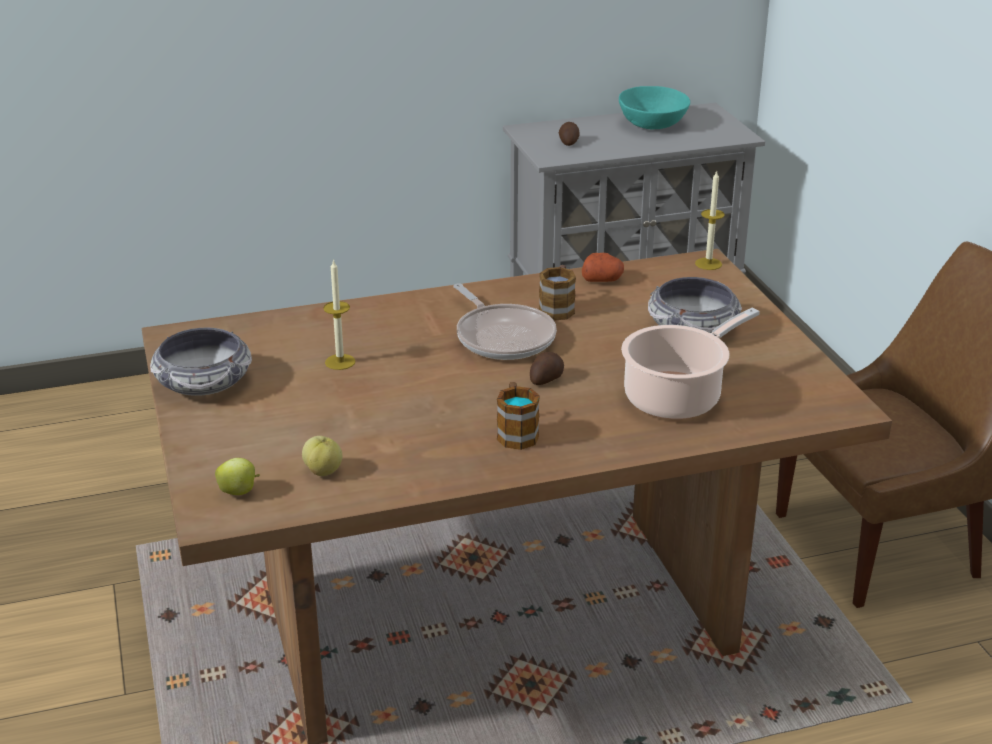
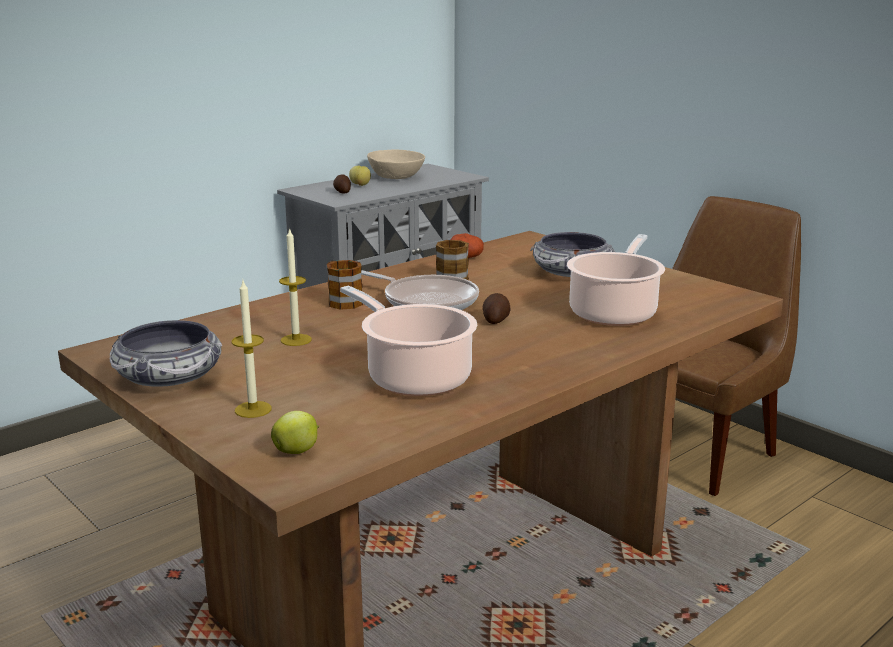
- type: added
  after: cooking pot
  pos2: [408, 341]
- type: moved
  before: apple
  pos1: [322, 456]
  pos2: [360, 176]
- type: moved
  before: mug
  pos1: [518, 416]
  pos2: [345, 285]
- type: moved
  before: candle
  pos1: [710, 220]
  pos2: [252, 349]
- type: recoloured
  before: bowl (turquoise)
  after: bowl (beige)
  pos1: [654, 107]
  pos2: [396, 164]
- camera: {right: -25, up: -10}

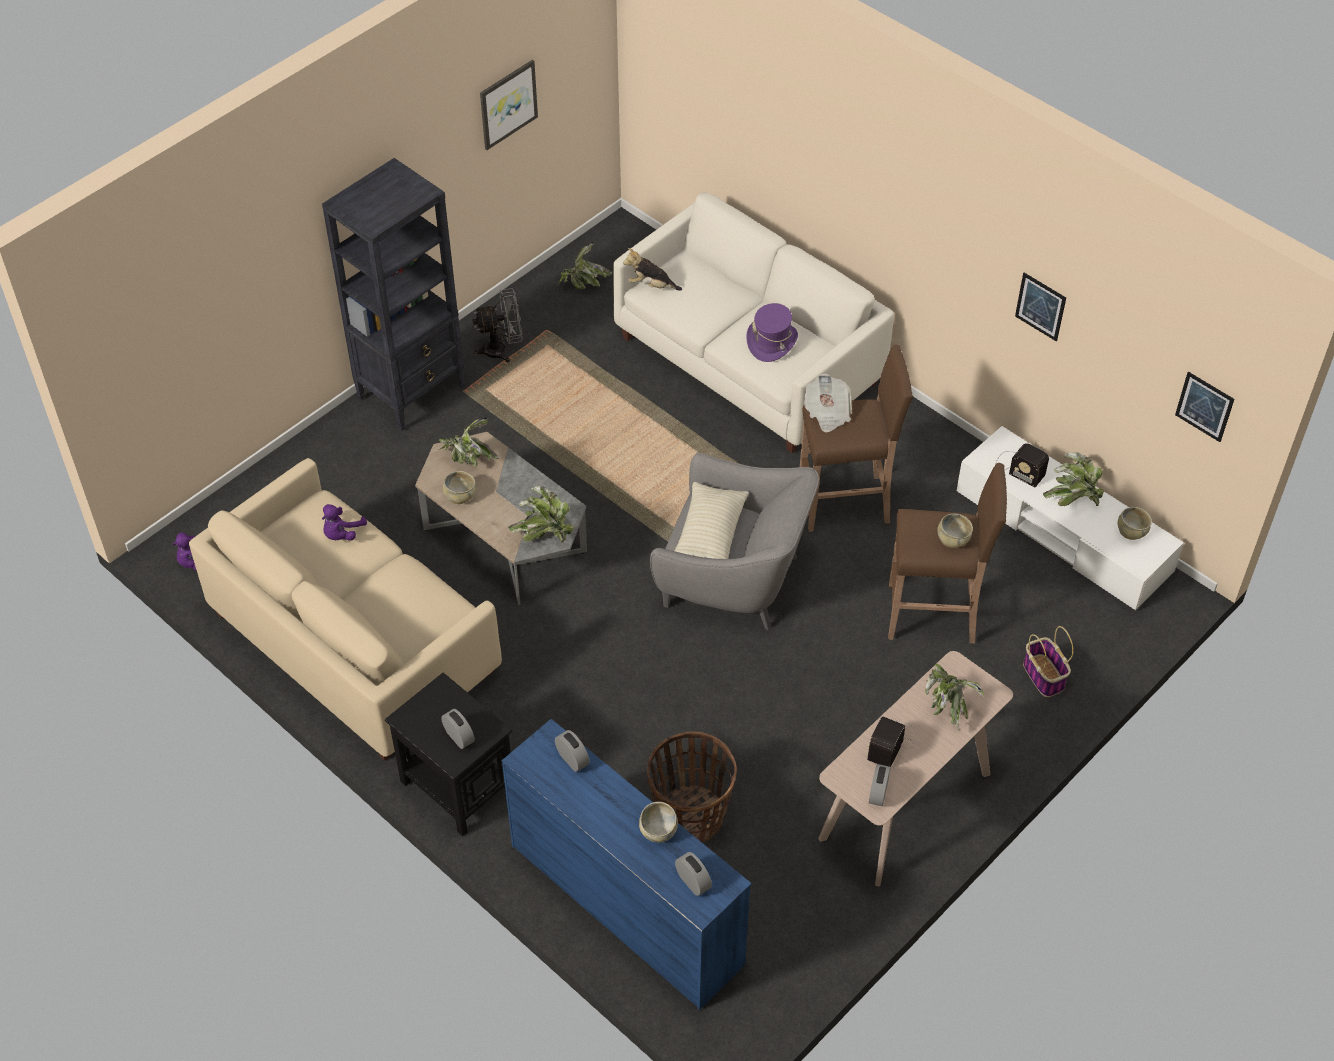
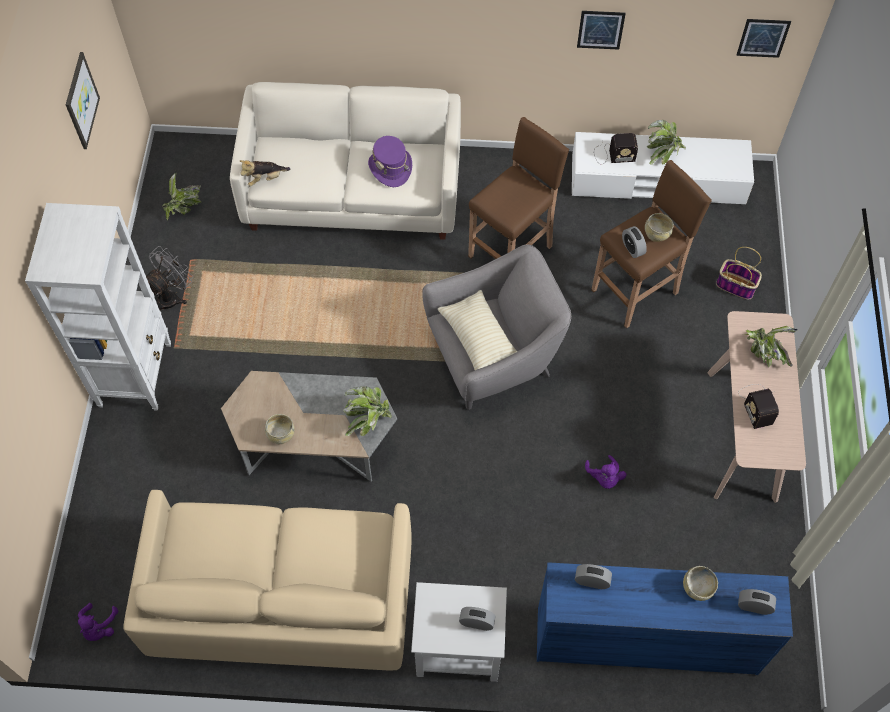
- type: removed
  before: potted plant
  pos1: [469, 442]
- type: removed
  before: basket
  pos1: [692, 787]
- type: removed
  before: newspaper
  pos1: [828, 403]
- type: removed
  before: bowl (beige)
  pos1: [1135, 523]
- type: moved
  before: plush toy (purple)
  pos1: [344, 522]
  pos2: [605, 472]
- type: moved
  before: alarm clock
  pos1: [880, 785]
  pos2: [634, 242]
- type: recoloured
  before: bookcase (black)
  after: bookcase (white)
  pos1: [393, 294]
  pos2: [98, 307]
- type: recoloured
  before: side table (black)
  after: side table (white)
  pos1: [448, 754]
  pos2: [459, 632]
- camera: {right: -40, up: 10}

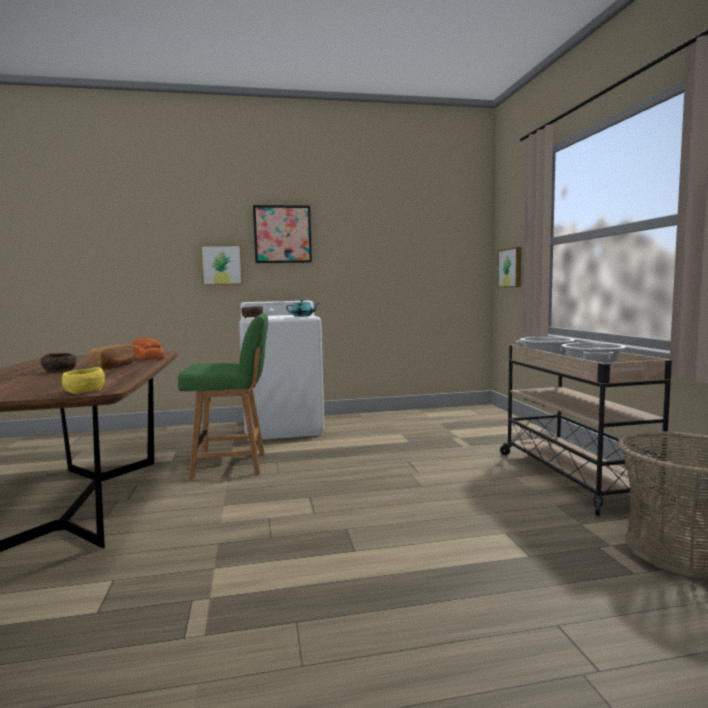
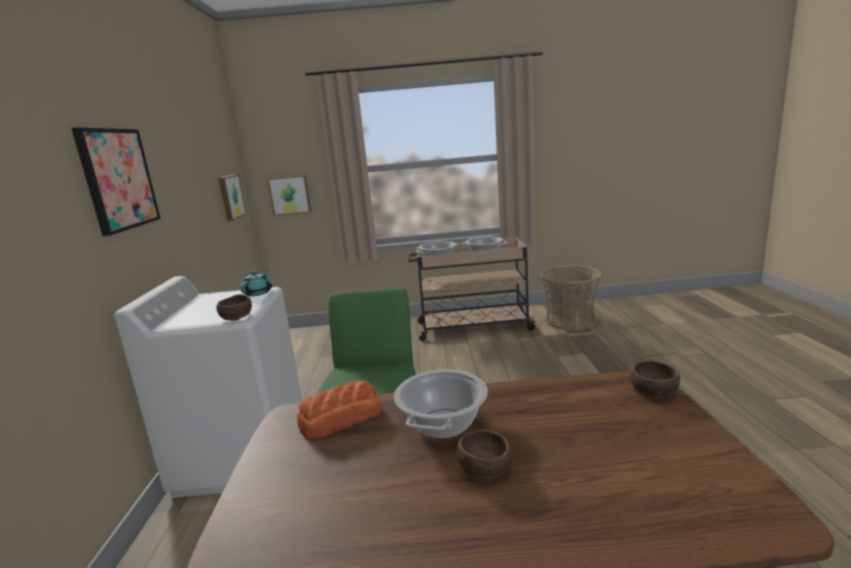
- type: moved
  before: picture
  pos1: [221, 265]
  pos2: [232, 197]
- type: replaced
  before: bread
  after: cooking pot
  pos1: [112, 356]
  pos2: [441, 404]
- type: recoloured
  before: bowl (yellow)
  after: bowl (brown)
  pos1: [83, 380]
  pos2: [655, 379]
- camera: {right: -80, up: 10}

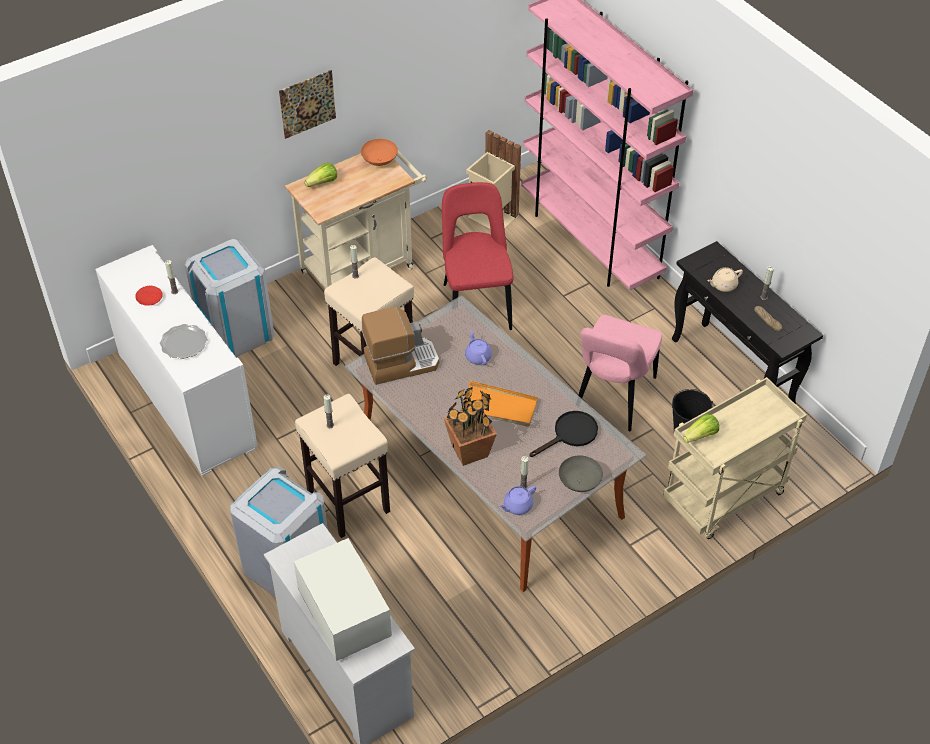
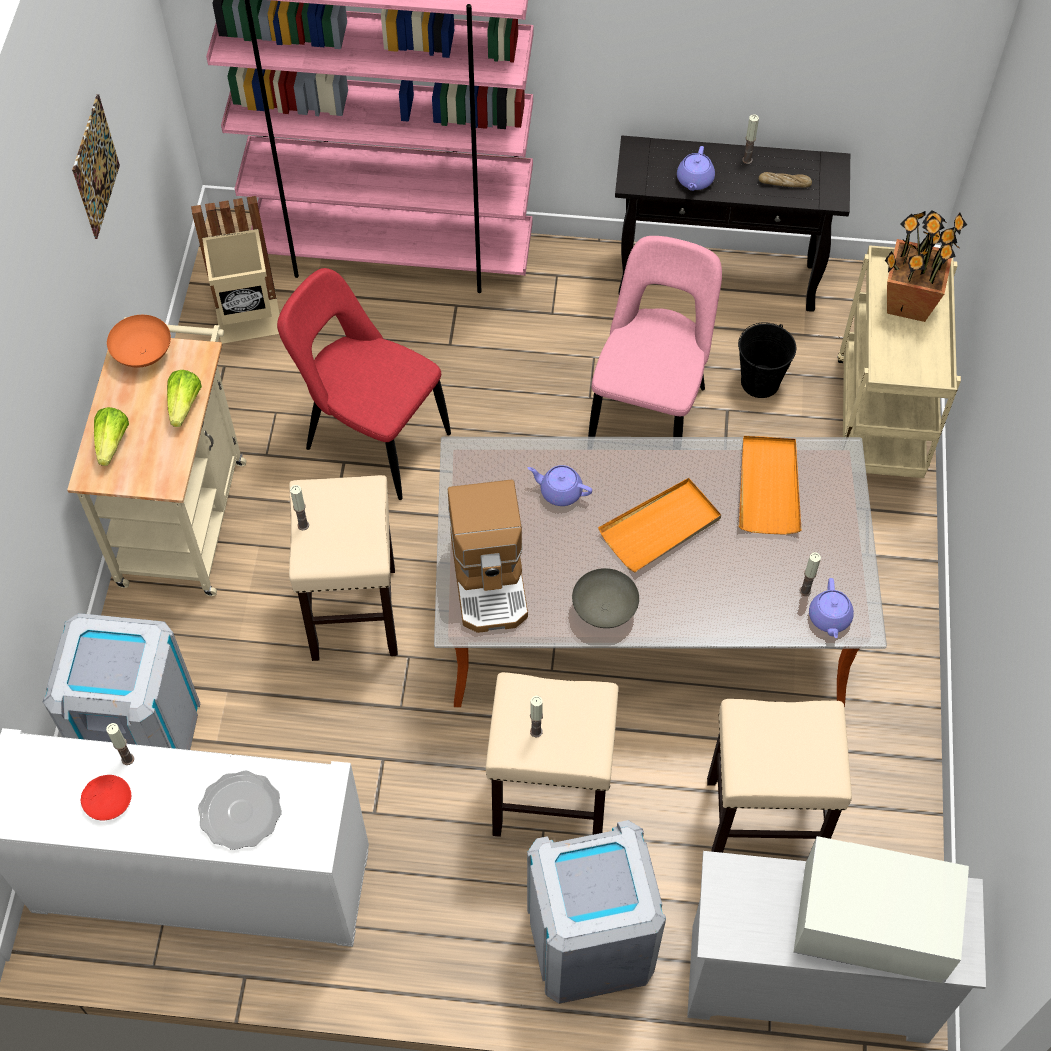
- type: added
  after: stool (beige)
  pos2: [779, 776]
- type: moved
  before: picture
  pos1: [307, 104]
  pos2: [96, 166]
- type: moved
  before: potted plant
  pos1: [470, 426]
  pos2: [926, 266]
- type: moved
  before: bowl (grey)
  pos1: [581, 473]
  pos2: [605, 598]
- type: moved
  before: lettuce
  pos1: [701, 428]
  pos2: [184, 398]
- type: replaced
  before: frying pan (black)
  after: tray (orange)
  pos1: [564, 434]
  pos2: [770, 485]
- type: recoloured
  before: teapot (beige)
  after: teapot (purple)
  pos1: [725, 279]
  pos2: [696, 168]
- type: turned
  before: coffee machine
  pos1: [400, 346]
  pos2: [488, 556]
  turn: 150
- type: turned
  before: chair (pink)
  pos1: [620, 373]
  pos2: [655, 336]
  turn: -135
- camera: {right: -50, up: 10}

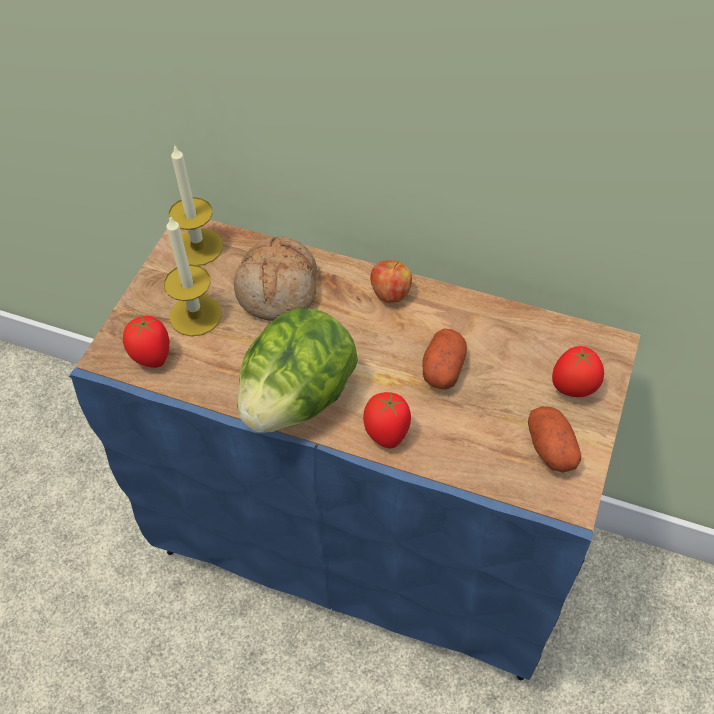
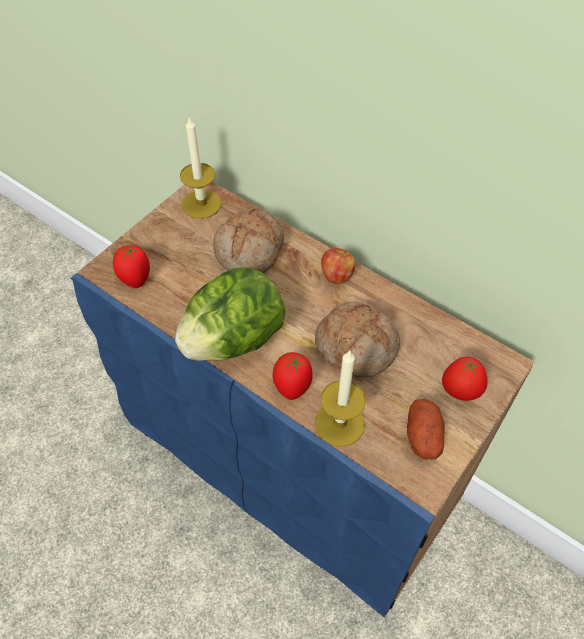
- type: moved
  before: candle
  pos1: [193, 276]
  pos2: [340, 398]
- type: replaced
  before: potato
  after: bread
  pos1: [445, 359]
  pos2: [357, 340]
- camera: {right: 15, up: 0}

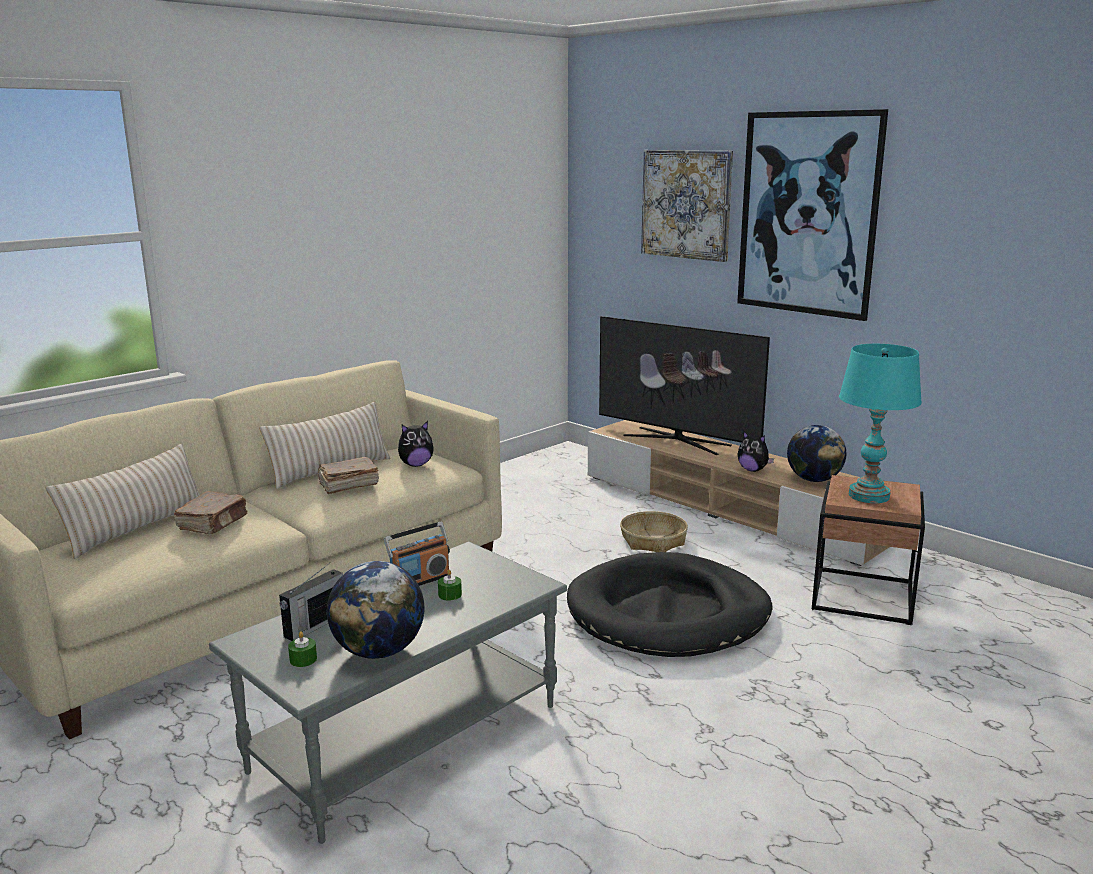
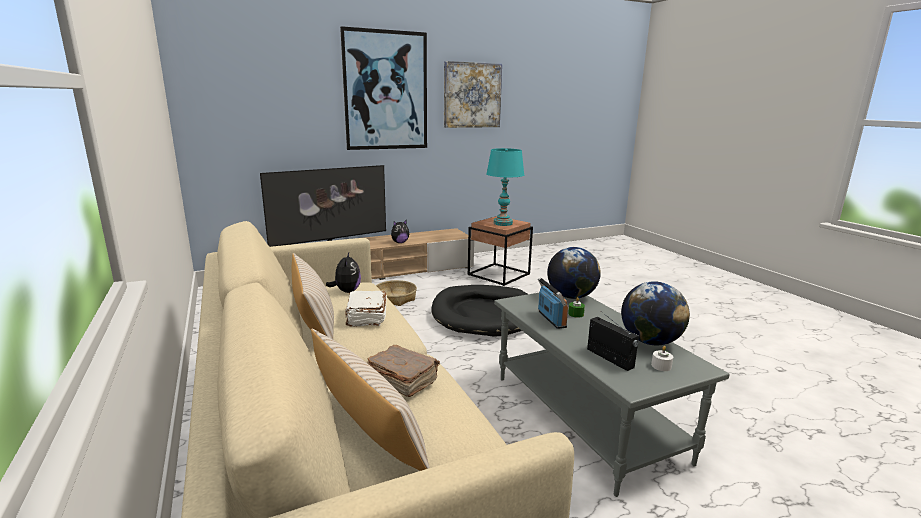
- type: moved
  before: picture
  pos1: [687, 206]
  pos2: [473, 94]
- type: moved
  before: globe
  pos1: [816, 453]
  pos2: [574, 273]
- type: recoloured
  before: candle (green)
  after: candle (white)
  pos1: [302, 649]
  pos2: [662, 358]
- type: recoloured
  before: book (brown)
  after: book (white)
  pos1: [348, 475]
  pos2: [366, 309]
- camera: {right: -70, up: 0}

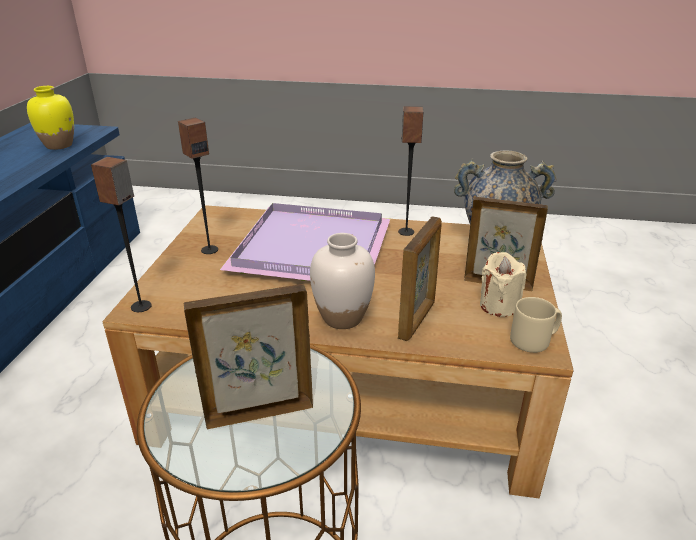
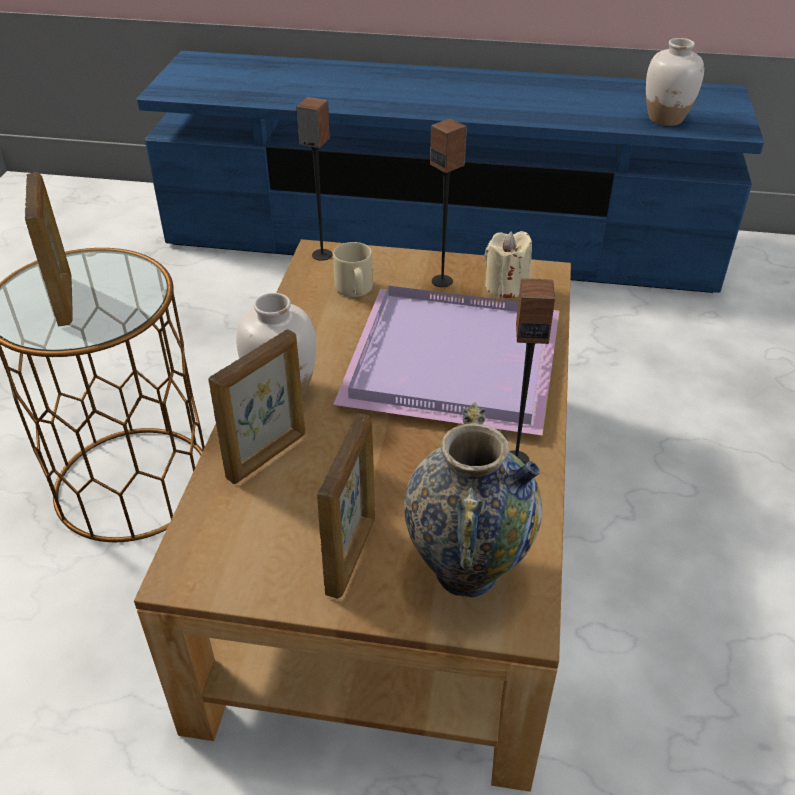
- type: moved
  before: candle (beige)
  pos1: [503, 284]
  pos2: [508, 264]
- type: moved
  before: mug (beige)
  pos1: [536, 325]
  pos2: [353, 269]
- type: recoloured
  before: vase (yellow)
  after: vase (white)
  pos1: [50, 118]
  pos2: [675, 82]
- type: turned
  before: picture frame
  pos1: [420, 279]
  pos2: [256, 406]
  turn: -75
- camera: {right: 90, up: 10}

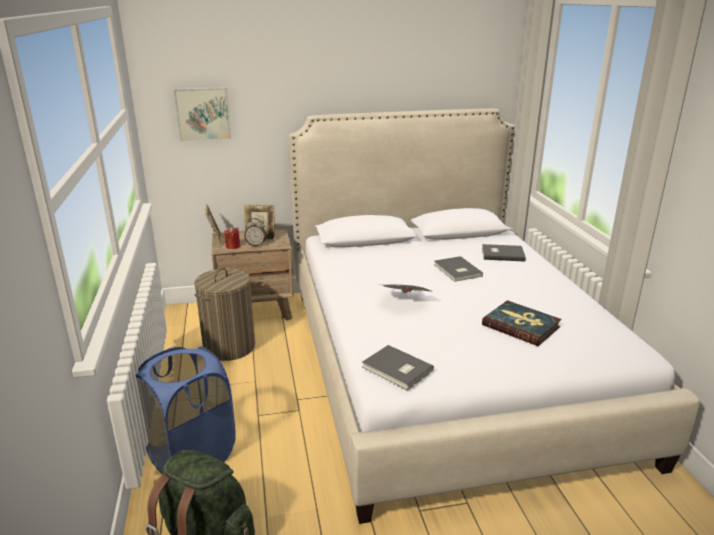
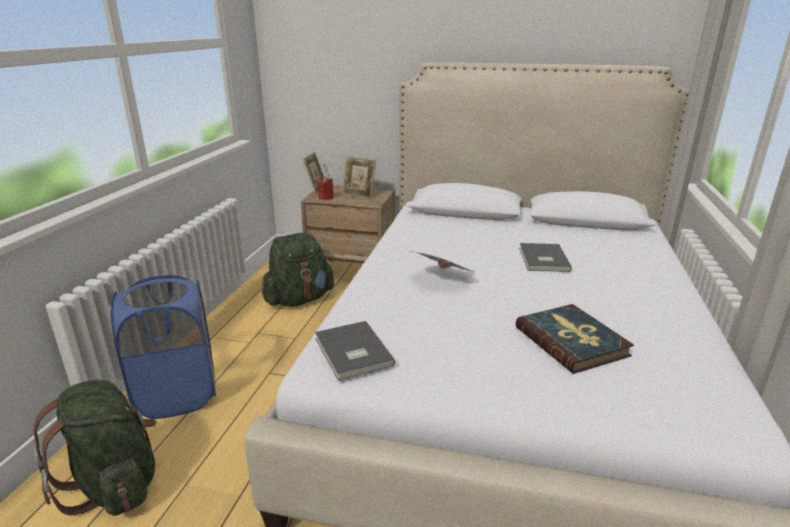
- type: removed
  before: picture
  pos1: [202, 114]
- type: removed
  before: alarm clock
  pos1: [255, 232]
- type: removed
  before: book (grey)
  pos1: [504, 253]
- type: replaced
  before: laundry basket
  after: backpack (green)
  pos1: [224, 314]
  pos2: [298, 270]
- camera: {right: 25, up: 0}

